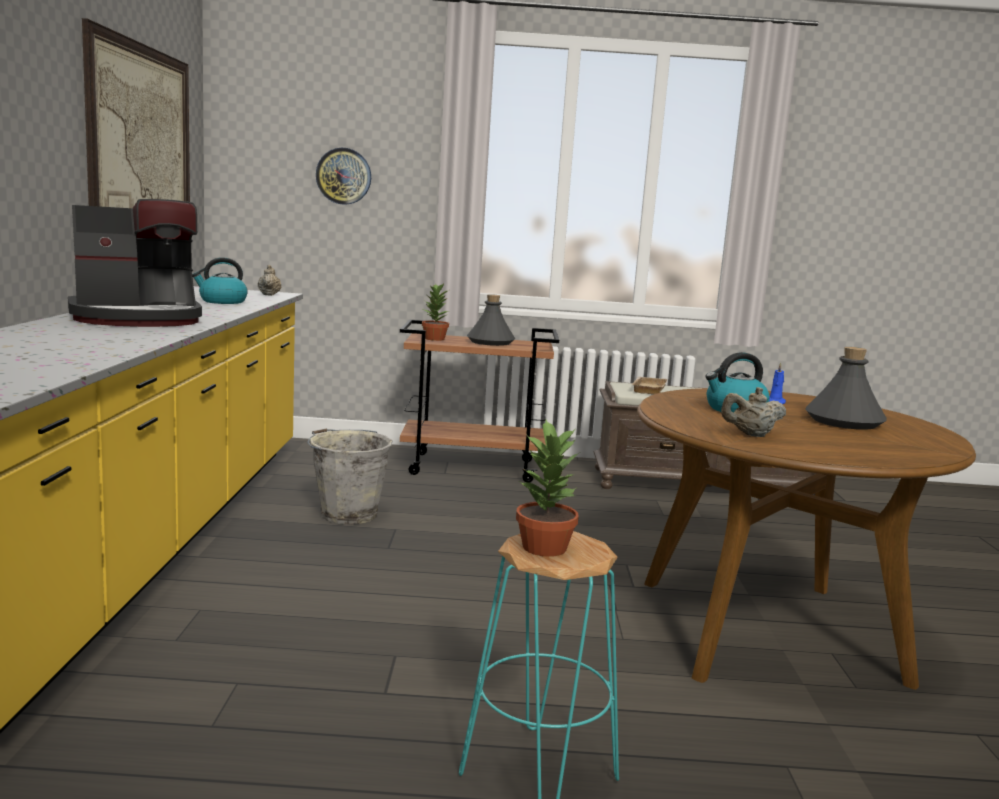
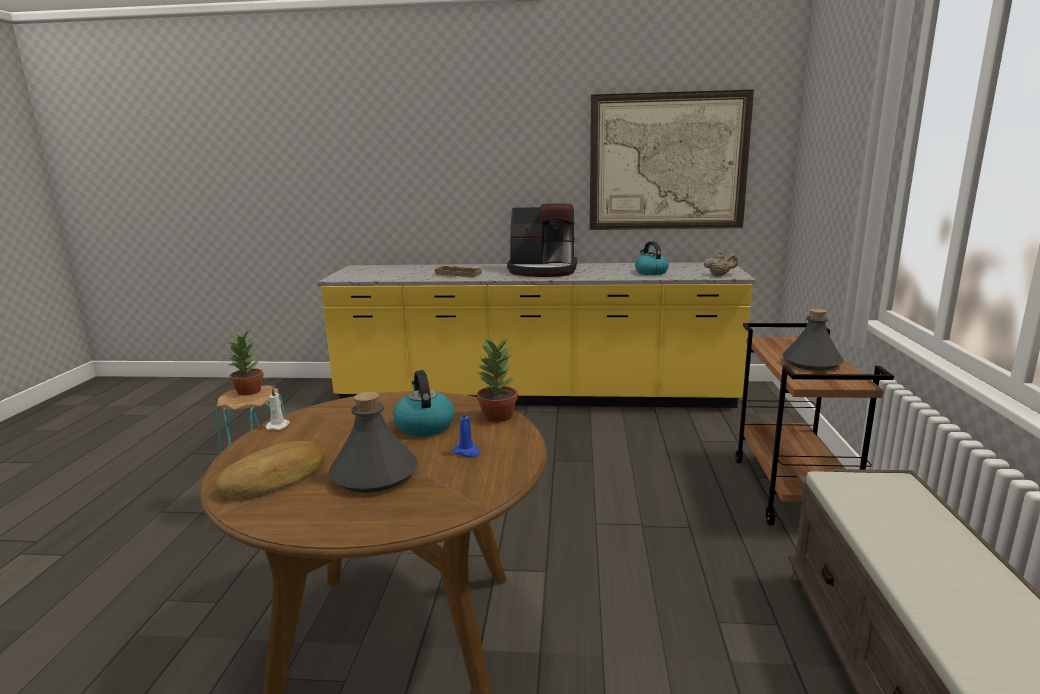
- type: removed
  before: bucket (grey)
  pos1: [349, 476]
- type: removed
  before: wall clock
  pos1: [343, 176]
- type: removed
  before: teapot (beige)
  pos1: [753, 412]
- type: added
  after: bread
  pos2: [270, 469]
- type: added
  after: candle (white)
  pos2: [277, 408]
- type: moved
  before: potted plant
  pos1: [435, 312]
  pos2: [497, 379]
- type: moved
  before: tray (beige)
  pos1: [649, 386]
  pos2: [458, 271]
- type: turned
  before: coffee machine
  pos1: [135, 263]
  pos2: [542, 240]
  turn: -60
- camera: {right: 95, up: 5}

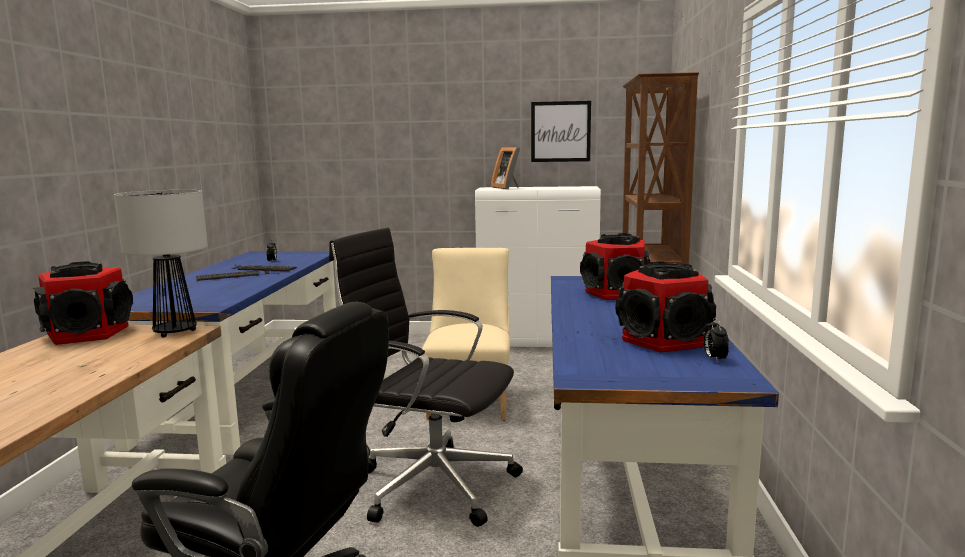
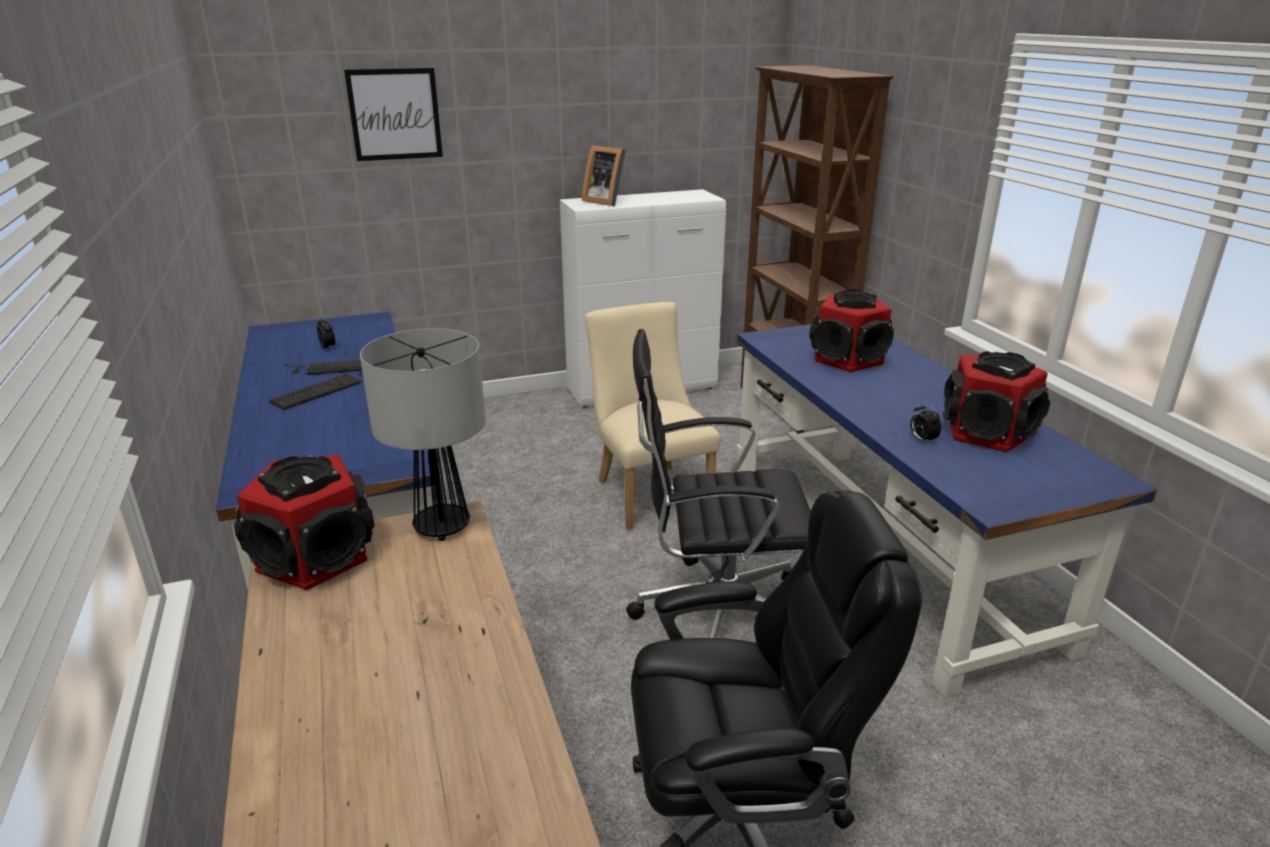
- type: moved
  before: picture
  pos1: [561, 131]
  pos2: [393, 114]
- type: moved
  before: alarm clock
  pos1: [716, 340]
  pos2: [925, 423]
- camera: {right: -25, up: 15}

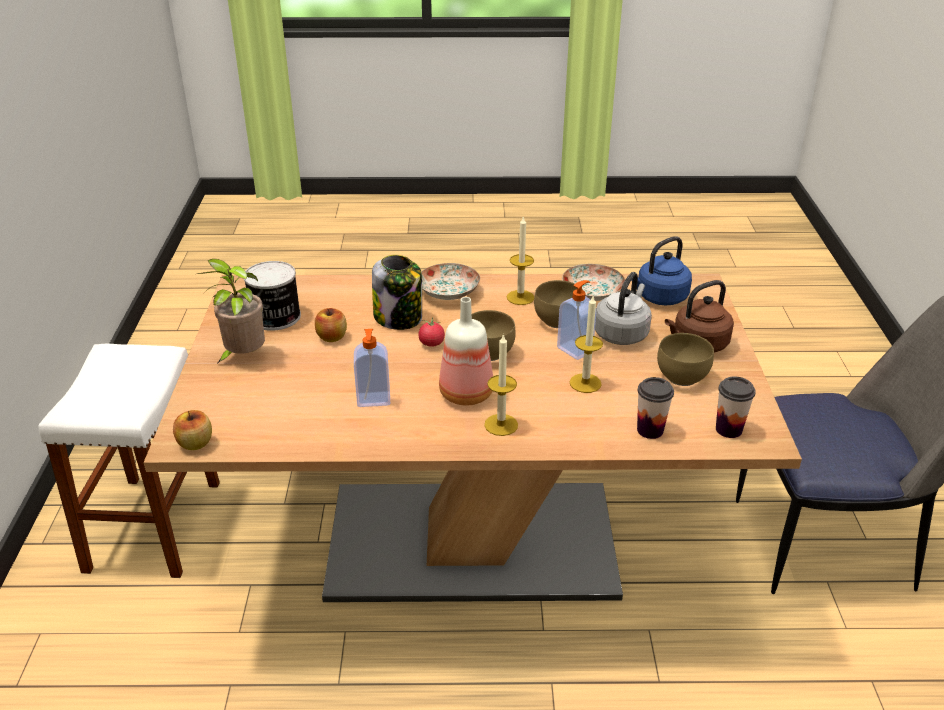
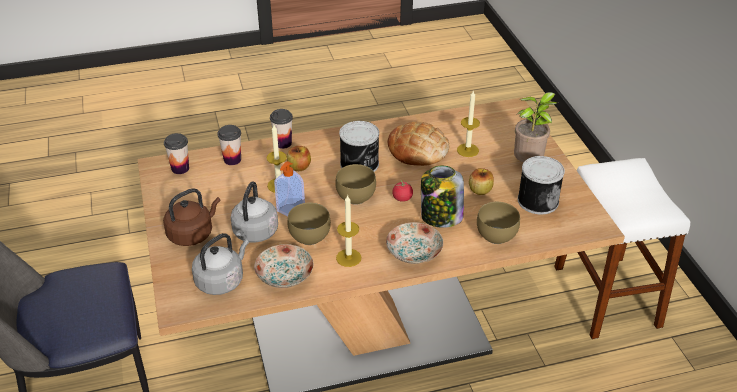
- type: added
  after: cup
  pos2: [281, 129]
- type: moved
  before: apple
  pos1: [192, 430]
  pos2: [299, 158]
- type: moved
  before: candle
  pos1: [501, 385]
  pos2: [468, 124]
- type: moved
  before: bowl (brown)
  pos1: [685, 359]
  pos2: [498, 223]
- type: replaced
  before: soap dispenser
  after: bread
  pos1: [372, 368]
  pos2: [418, 143]
- type: replaced
  before: bottle
  after: can
  pos1: [466, 351]
  pos2: [359, 146]
- type: recoloured
  before: kettle (blue)
  after: kettle (grey)
  pos1: [664, 271]
  pos2: [220, 264]
- camera: {right: 165, up: 5}

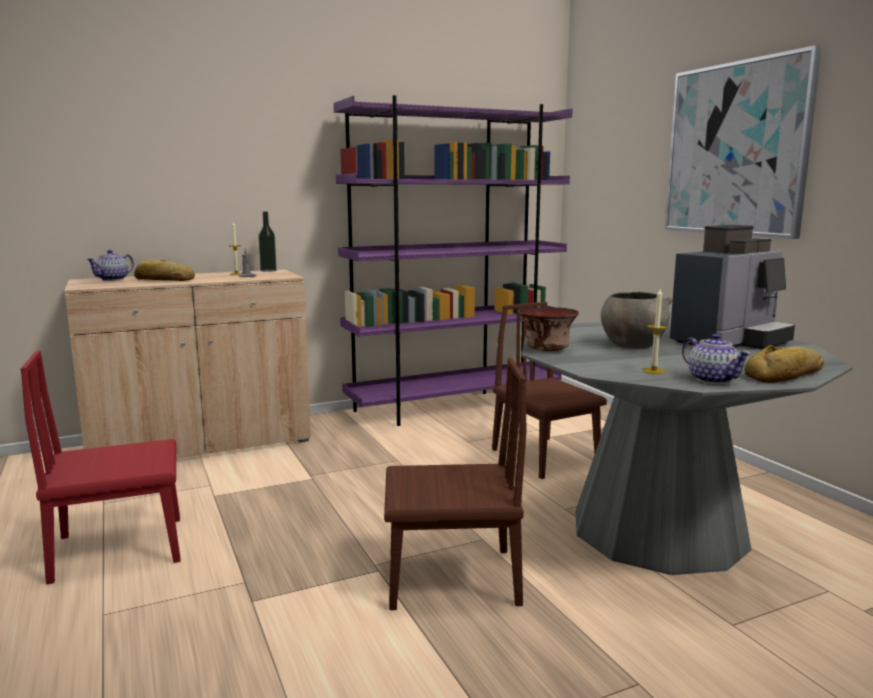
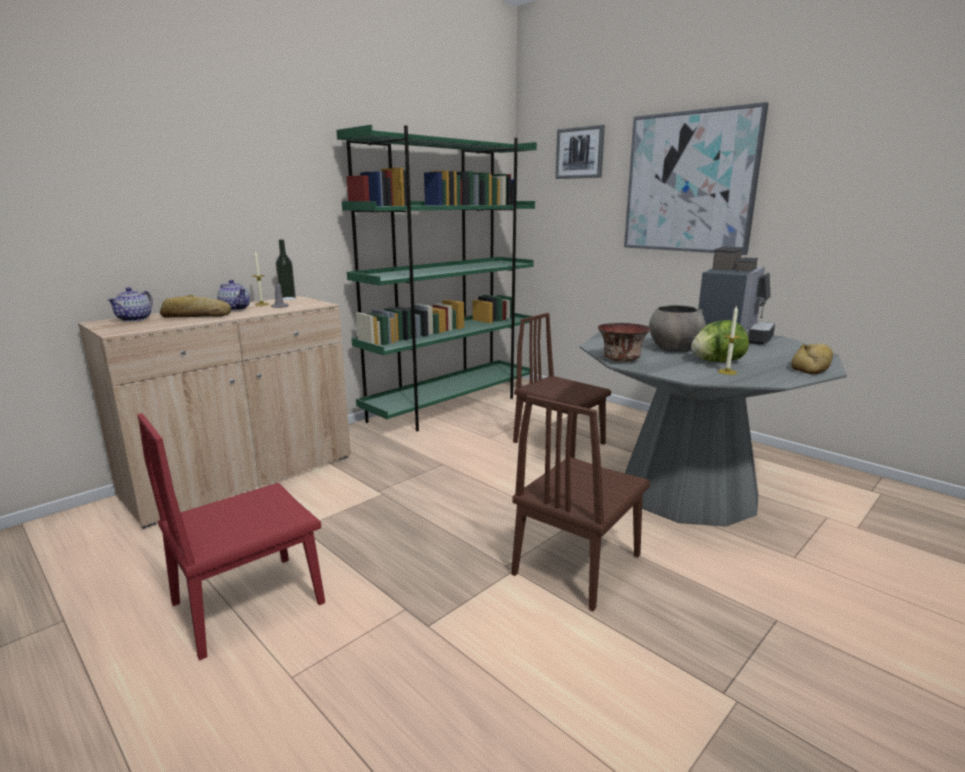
- type: added
  after: picture
  pos2: [580, 152]
- type: added
  after: lettuce
  pos2: [720, 341]
- type: moved
  before: teapot
  pos1: [717, 359]
  pos2: [233, 295]
- type: recoloured
  before: bookcase (purple)
  after: bookcase (green)
  pos1: [453, 260]
  pos2: [436, 278]
- type: turned
  before: chair (brown)
  pos1: [455, 484]
  pos2: [580, 503]
  turn: 150
- camera: {right: -20, up: 5}

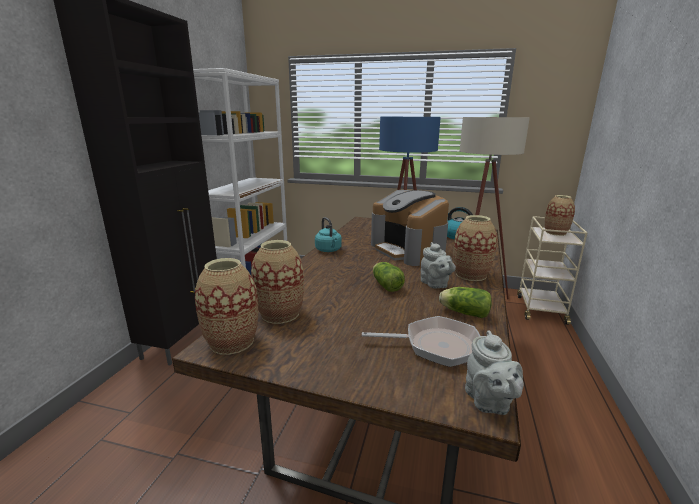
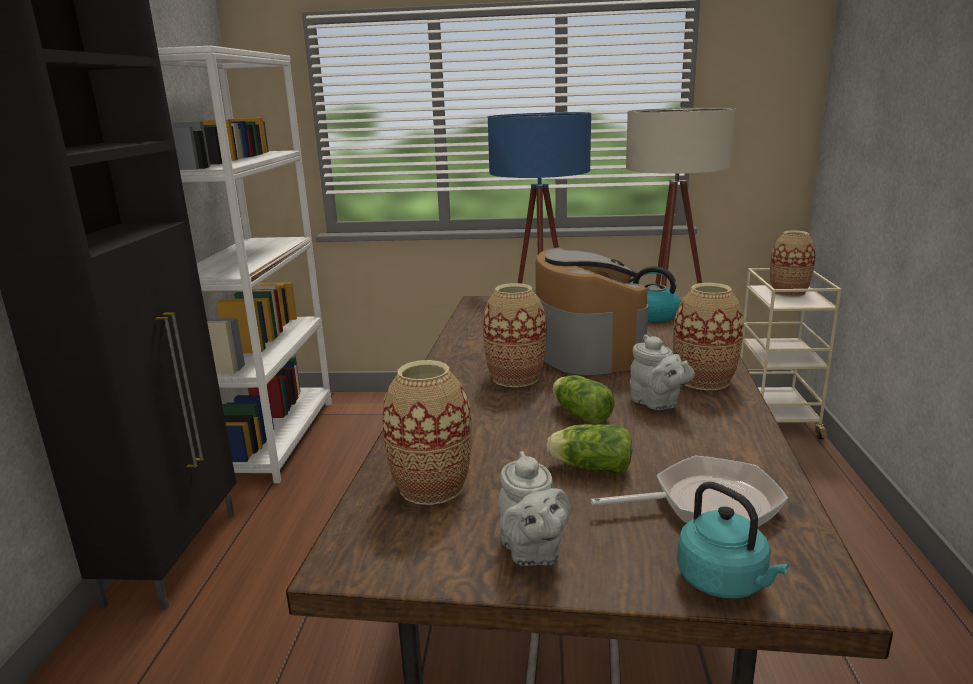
- type: moved
  before: vase
  pos1: [226, 306]
  pos2: [515, 335]
- type: moved
  before: kettle (turquoise)
  pos1: [328, 234]
  pos2: [733, 540]
- type: moved
  before: lettuce
  pos1: [465, 302]
  pos2: [589, 448]
- type: moved
  before: teapot (grey)
  pos1: [494, 372]
  pos2: [534, 508]
- type: turned
  before: coffee machine
  pos1: [410, 228]
  pos2: [591, 311]
  turn: -150
- camera: {right: -10, up: 0}

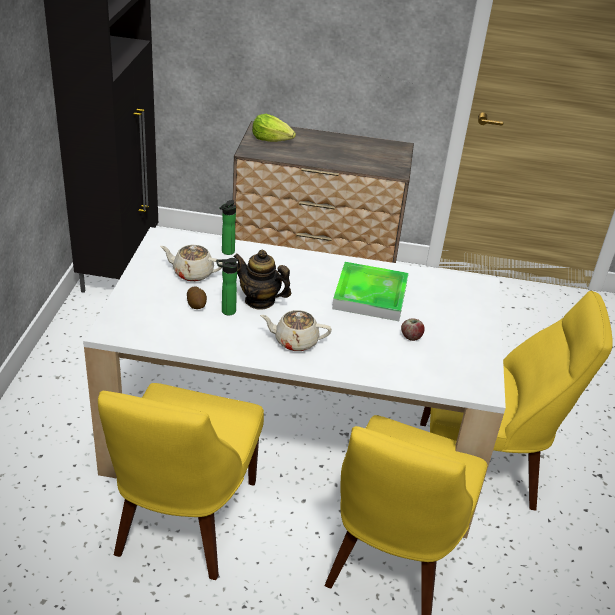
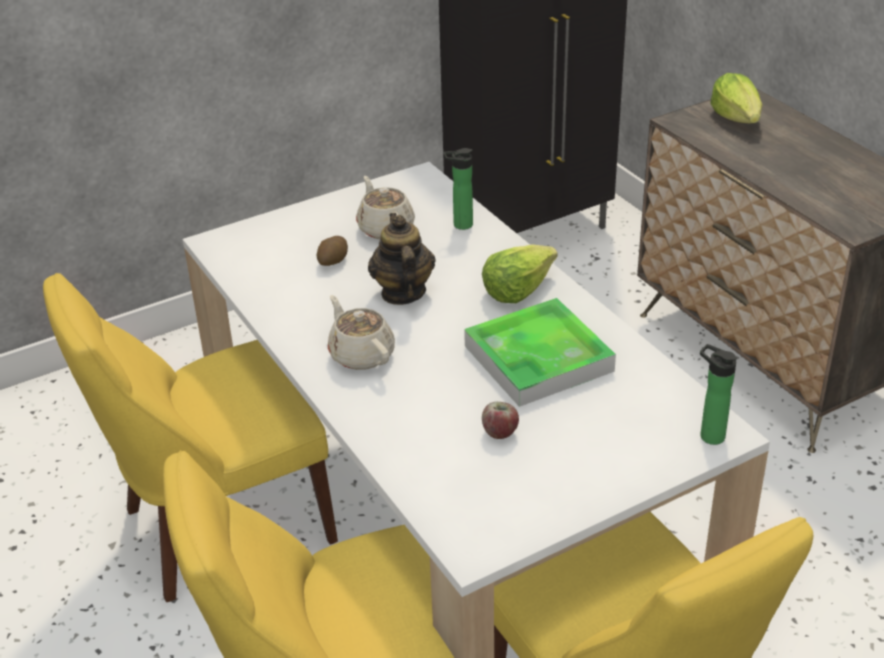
- type: added
  after: lettuce
  pos2: [520, 273]
- type: moved
  before: bottle
  pos1: [227, 286]
  pos2: [718, 394]
- camera: {right: 55, up: 0}

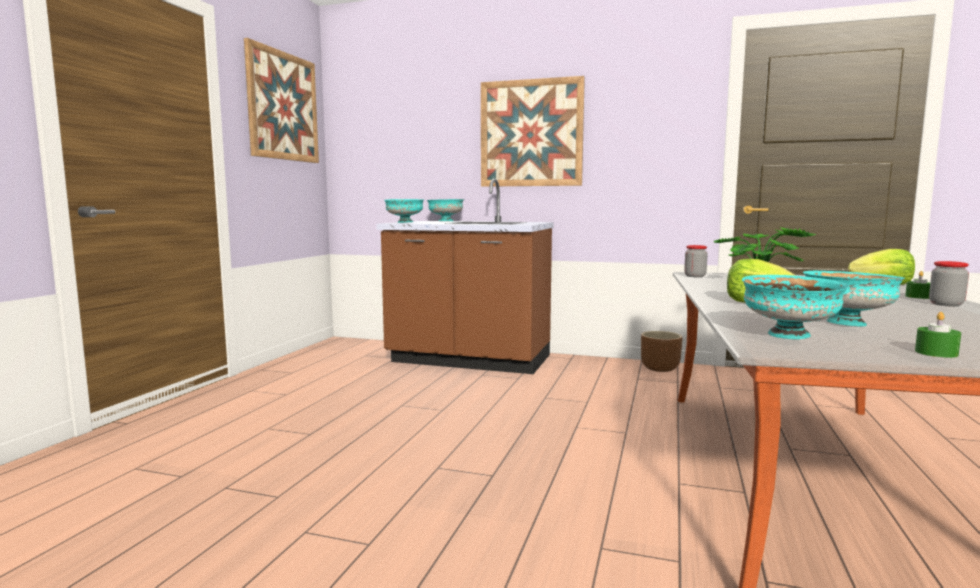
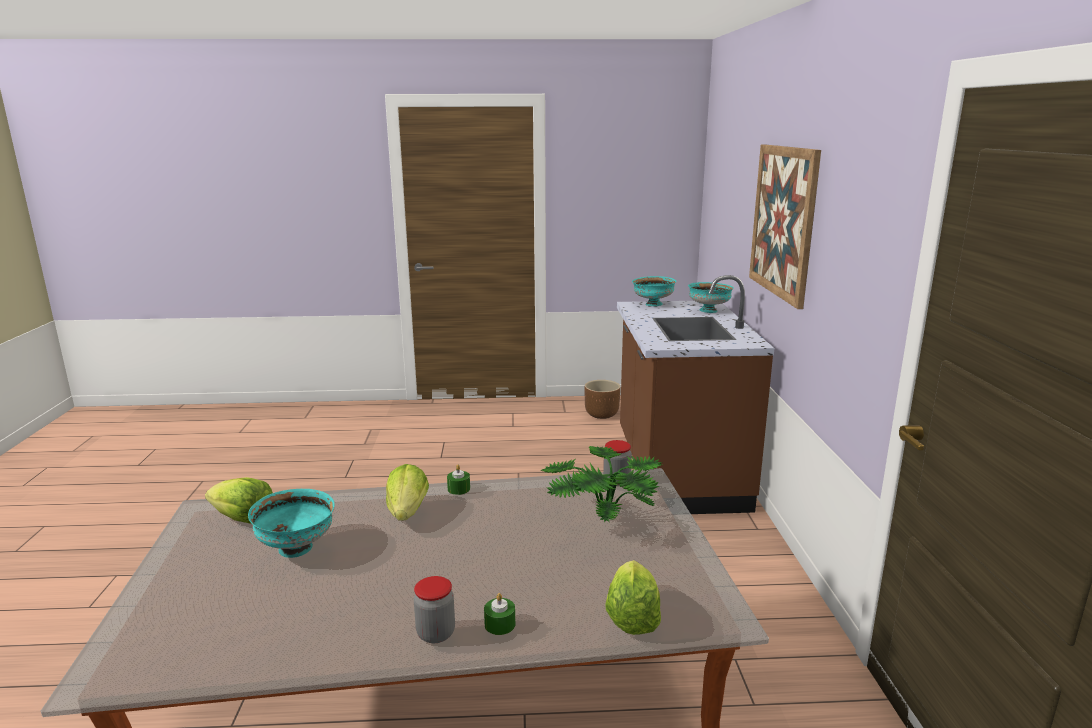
- type: removed
  before: picture
  pos1: [281, 100]
- type: moved
  before: planter (brown)
  pos1: [661, 351]
  pos2: [602, 399]
- type: moved
  before: candle (green)
  pos1: [938, 335]
  pos2: [458, 480]
- type: replaced
  before: bowl (turquoise)
  after: lettuce
  pos1: [795, 307]
  pos2: [239, 500]
- camera: {right: 70, up: 10}

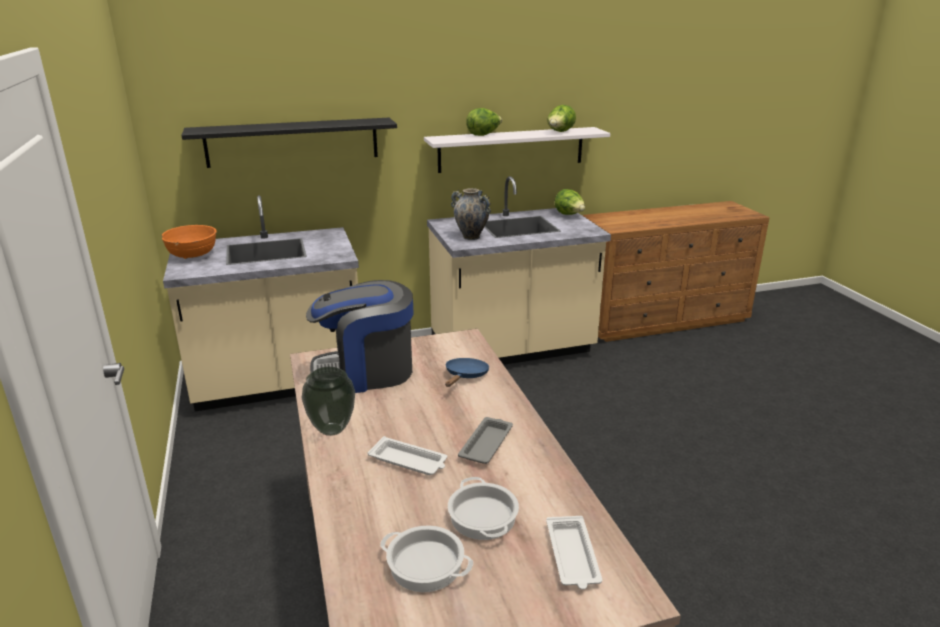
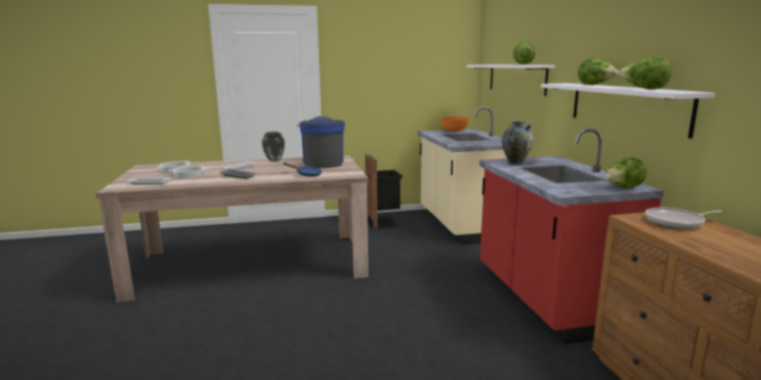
- type: added
  after: trash can (black)
  pos2: [383, 191]
- type: added
  after: lettuce
  pos2: [524, 53]
- type: added
  after: frying pan
  pos2: [684, 218]
- type: recoloured
  before: shelf (black)
  after: shelf (white)
  pos1: [289, 143]
  pos2: [511, 80]
- type: recoloured
  before: counter (beige)
  after: counter (red)
  pos1: [519, 270]
  pos2: [571, 236]
- camera: {right: 95, up: -10}

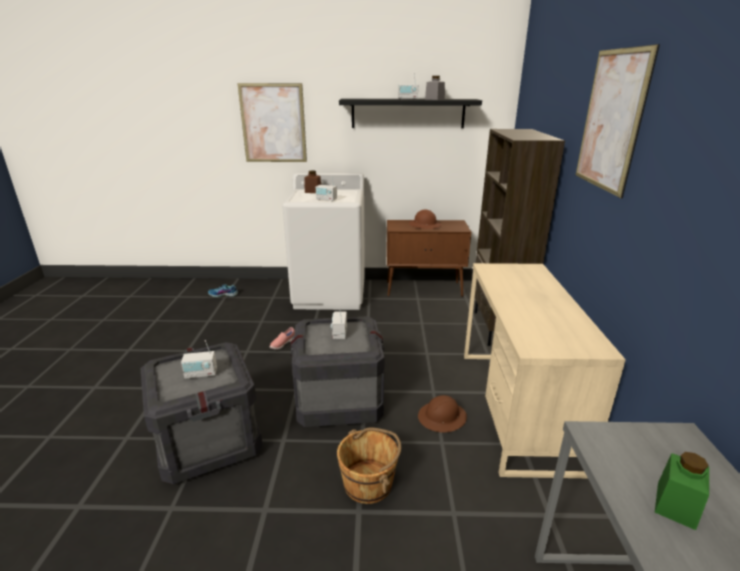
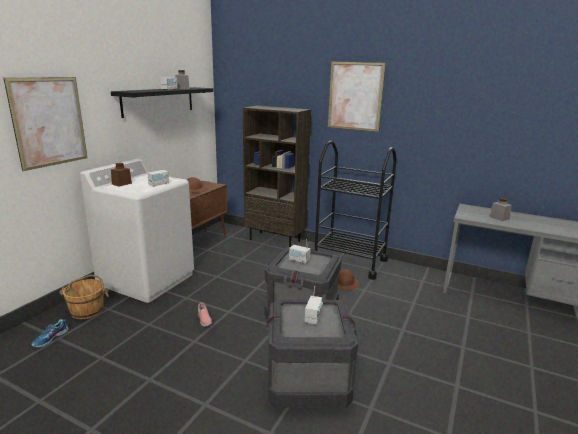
- type: moved
  before: bucket (brown)
  pos1: [369, 465]
  pos2: [84, 297]
- type: replaced
  before: desk (beige)
  after: cart (black)
  pos1: [545, 370]
  pos2: [356, 210]
- type: recoloured
  before: jar (green)
  after: jar (grey)
  pos1: [682, 491]
  pos2: [500, 209]
- camera: {right: -65, up: -5}

